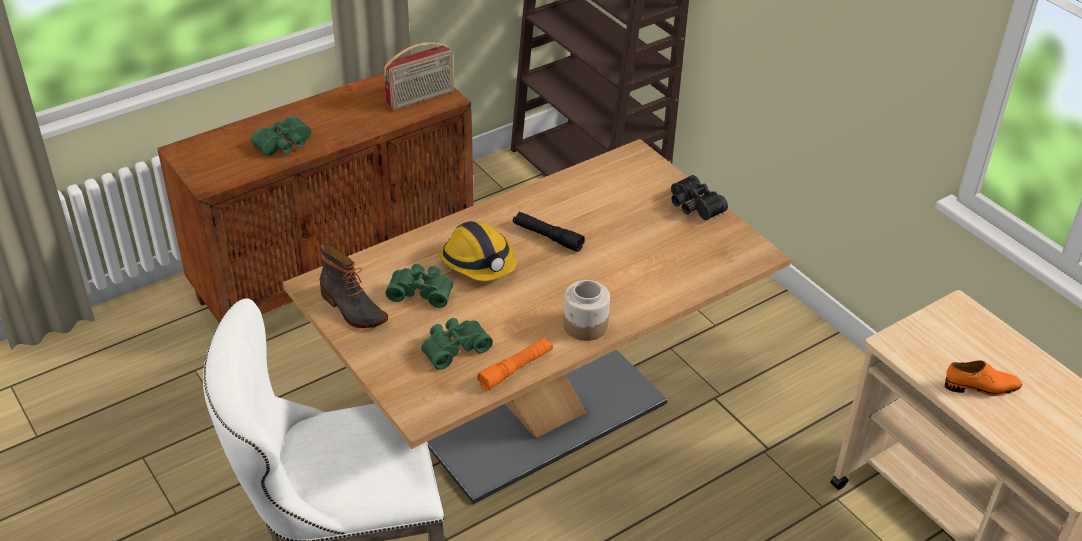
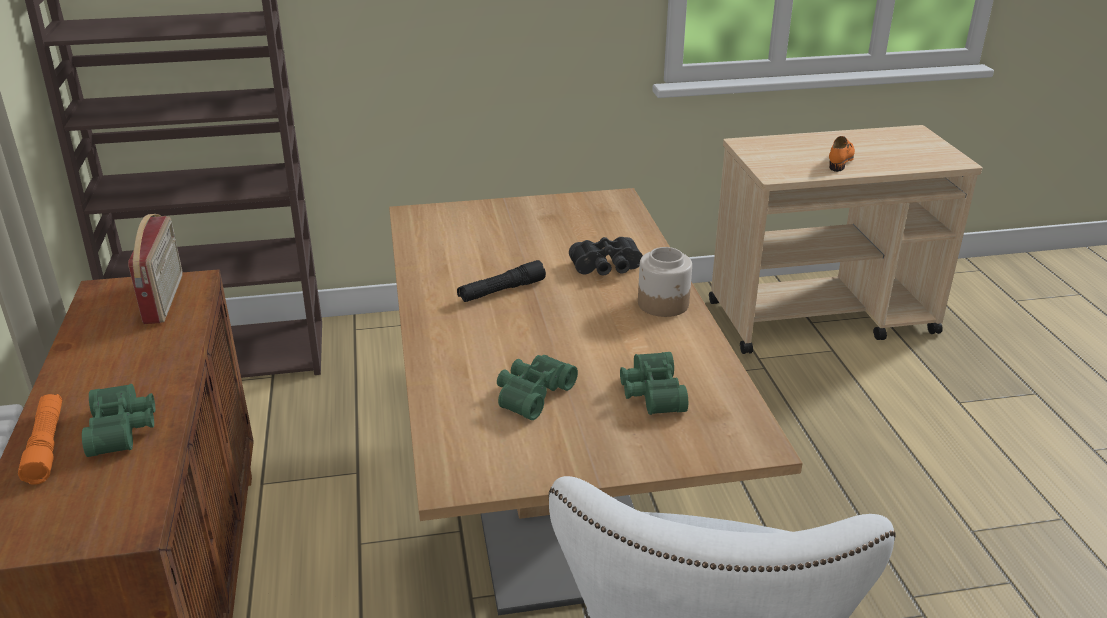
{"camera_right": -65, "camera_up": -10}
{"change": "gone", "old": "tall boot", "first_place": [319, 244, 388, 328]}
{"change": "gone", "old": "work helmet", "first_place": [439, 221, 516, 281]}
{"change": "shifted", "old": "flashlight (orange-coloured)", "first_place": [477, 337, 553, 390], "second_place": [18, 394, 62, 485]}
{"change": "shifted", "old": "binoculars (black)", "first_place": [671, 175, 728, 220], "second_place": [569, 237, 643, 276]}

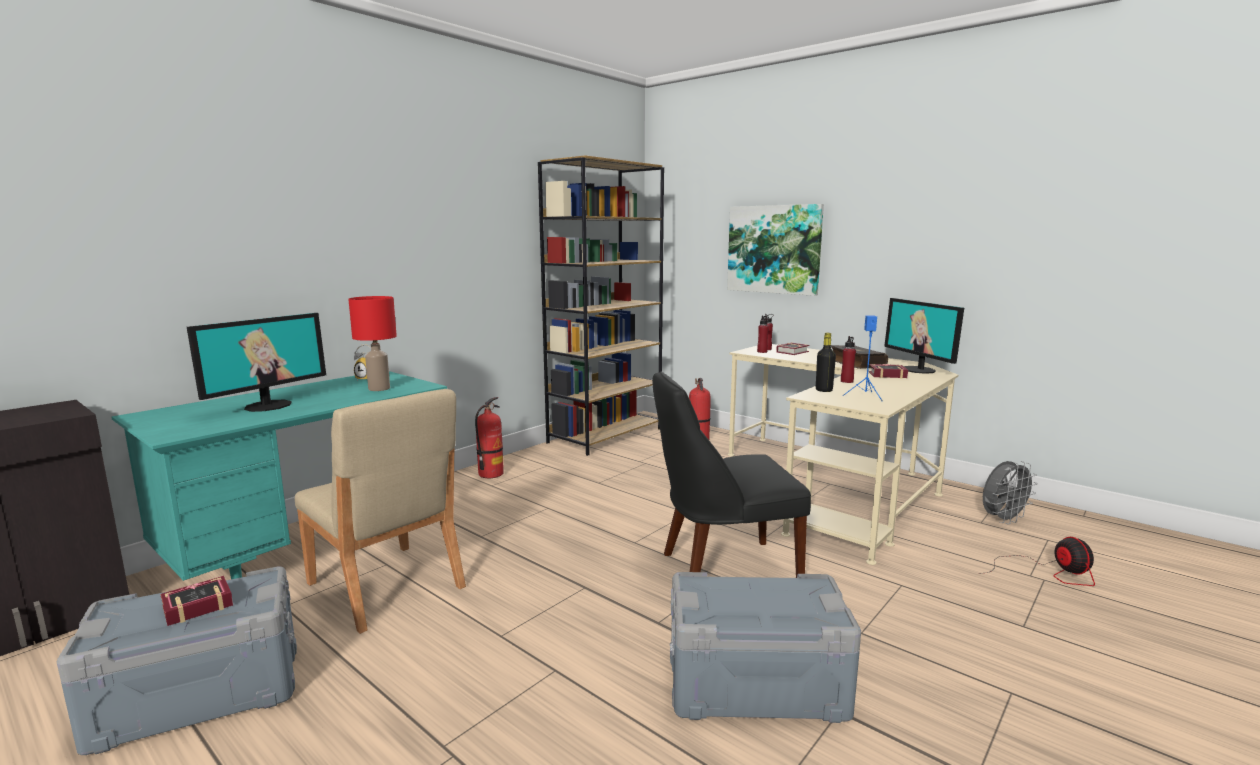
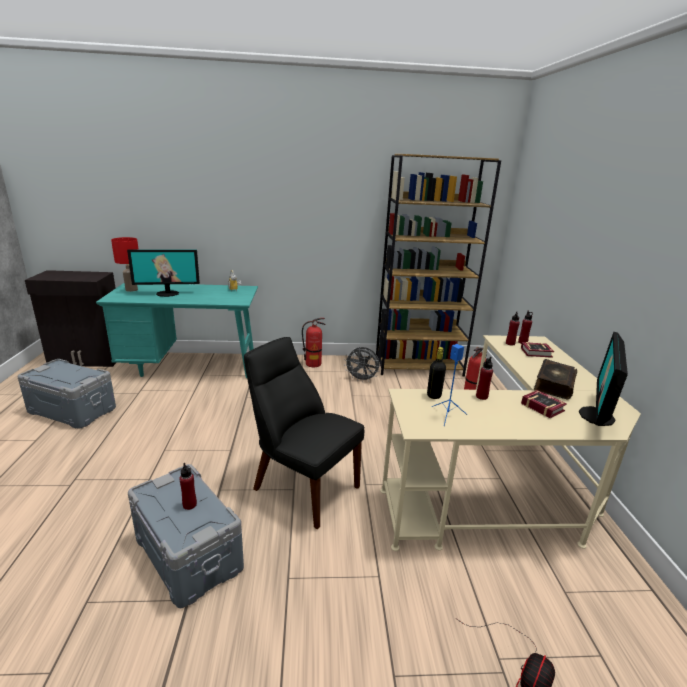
{"camera_right": 45, "camera_up": 10}
{"change": "gone", "old": "volume", "first_place": [160, 576, 233, 626]}
{"change": "gone", "old": "plain chair (beige)", "first_place": [295, 389, 466, 634]}
{"change": "gone", "old": "wall art", "first_place": [727, 204, 824, 296]}
{"change": "new", "new": "bottle (red-coloured)", "second_place": [179, 463, 197, 510]}
{"change": "shifted", "old": "tabletop lamp (red-coloured)", "first_place": [348, 296, 397, 391], "second_place": [111, 237, 138, 292]}
{"change": "shifted", "old": "cooling fan (grey)", "first_place": [983, 461, 1038, 525], "second_place": [344, 347, 380, 382]}

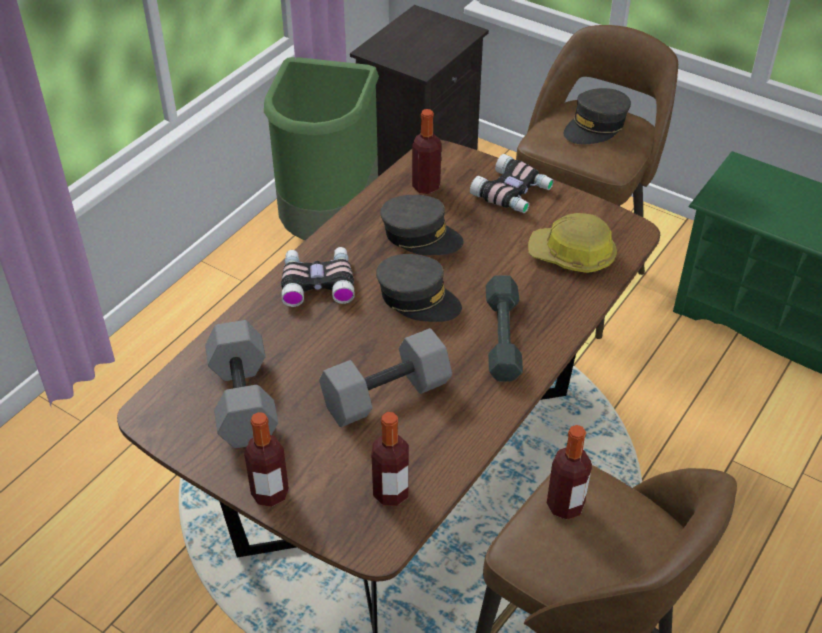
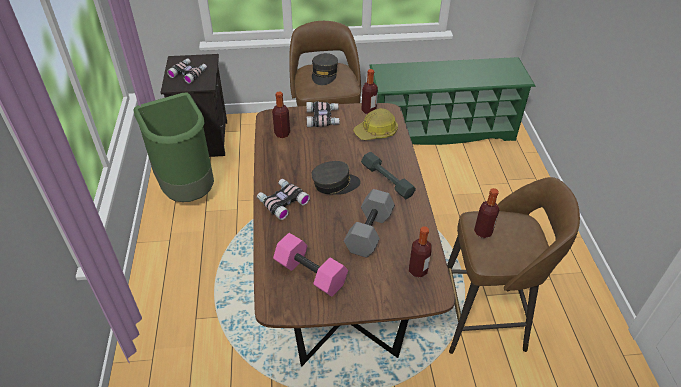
{"camera_right": -40, "camera_up": 0}
{"change": "gone", "old": "peaked cap (grey)", "first_place": [380, 195, 464, 255]}
{"change": "new", "new": "binoculars", "second_place": [167, 58, 207, 84]}
{"change": "shifted", "old": "bottle", "first_place": [244, 412, 289, 507], "second_place": [362, 69, 378, 114]}
{"change": "repainted", "old": "hand weight (grey)", "new": "hand weight (pink-coloured)", "first_place": [205, 320, 278, 448], "second_place": [273, 233, 348, 297]}

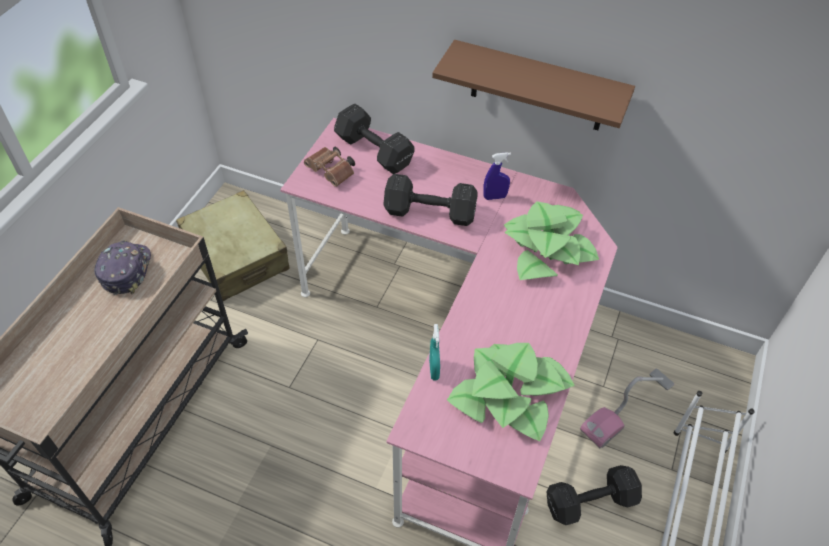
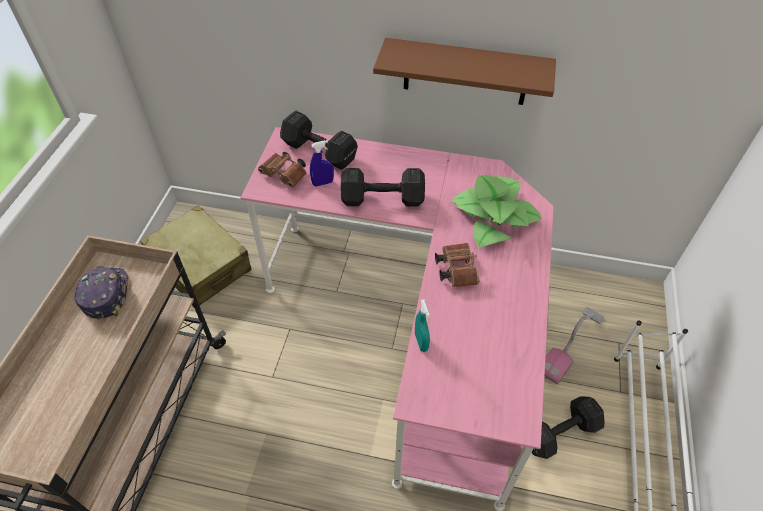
{"camera_right": -10, "camera_up": 0}
{"change": "gone", "old": "potted plant", "first_place": [447, 343, 575, 442]}
{"change": "new", "new": "binoculars (brown-coloured)", "second_place": [435, 243, 479, 287]}
{"change": "shifted", "old": "hand sprayer (blue)", "first_place": [483, 152, 511, 200], "second_place": [310, 140, 334, 186]}

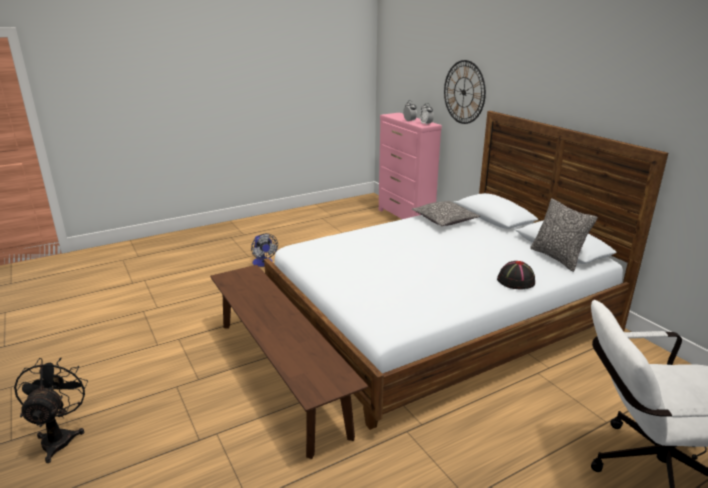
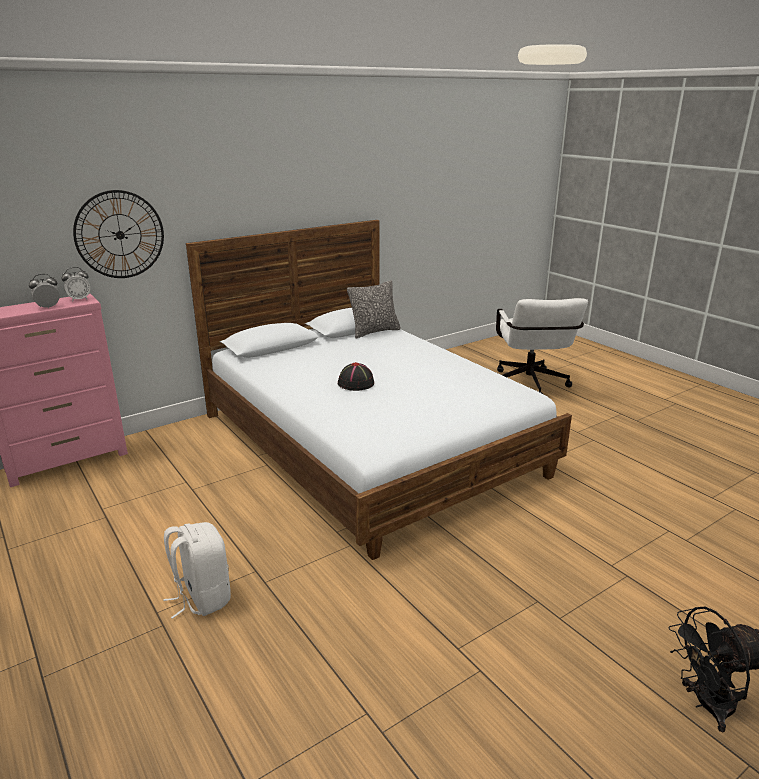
{"camera_right": -95, "camera_up": 0}
{"change": "gone", "old": "bench (brown-coloured)", "first_place": [210, 265, 368, 459]}
{"change": "gone", "old": "pillow", "first_place": [412, 201, 480, 226]}
{"change": "shifted", "old": "wearable hat (black)", "first_place": [497, 261, 535, 289], "second_place": [338, 362, 374, 391]}
{"change": "swapped", "old": "cooling fan", "new": "backpack (white)", "first_place": [251, 233, 278, 267], "second_place": [163, 522, 231, 619]}

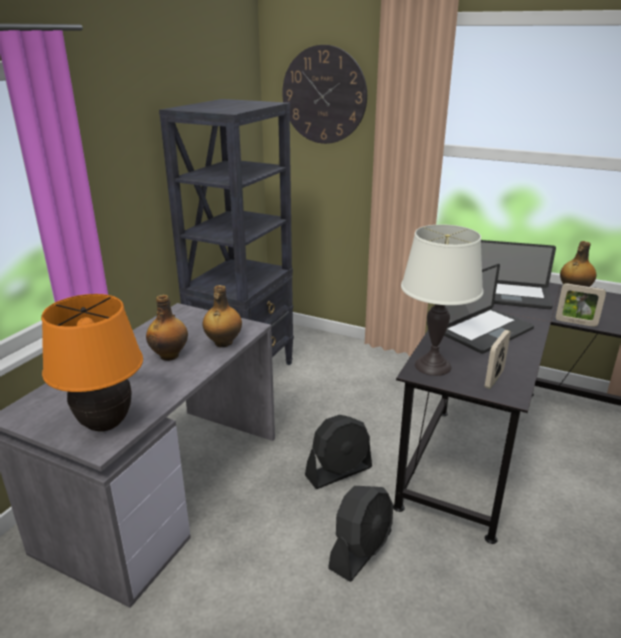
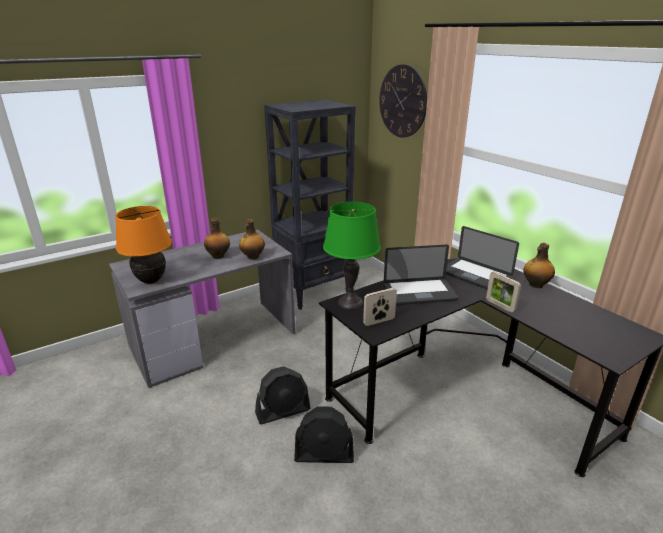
{"camera_right": 30, "camera_up": 0}
{"change": "shifted", "old": "cooling fan (black)", "first_place": [305, 414, 372, 489], "second_place": [294, 406, 354, 463]}
{"change": "repainted", "old": "tabletop lamp (white)", "new": "tabletop lamp (green)", "first_place": [401, 224, 484, 376], "second_place": [323, 202, 381, 310]}

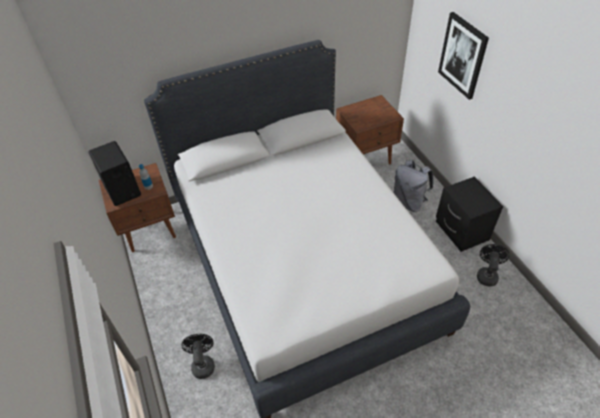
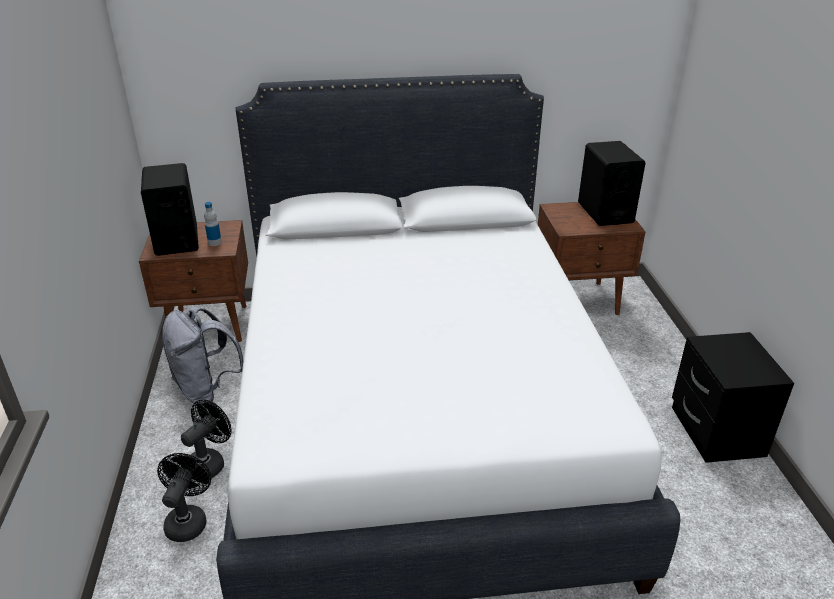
{"camera_right": 15, "camera_up": -15}
{"change": "gone", "old": "wall art", "first_place": [438, 12, 489, 100]}
{"change": "new", "new": "audio speaker (black)", "second_place": [578, 141, 646, 226]}
{"change": "shifted", "old": "backpack (grey)", "first_place": [393, 160, 433, 212], "second_place": [162, 307, 243, 405]}
{"change": "shifted", "old": "cooling fan (black)", "first_place": [477, 244, 510, 287], "second_place": [181, 400, 232, 479]}

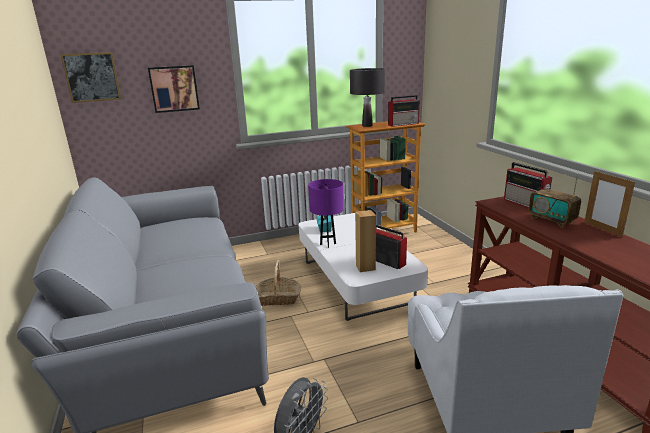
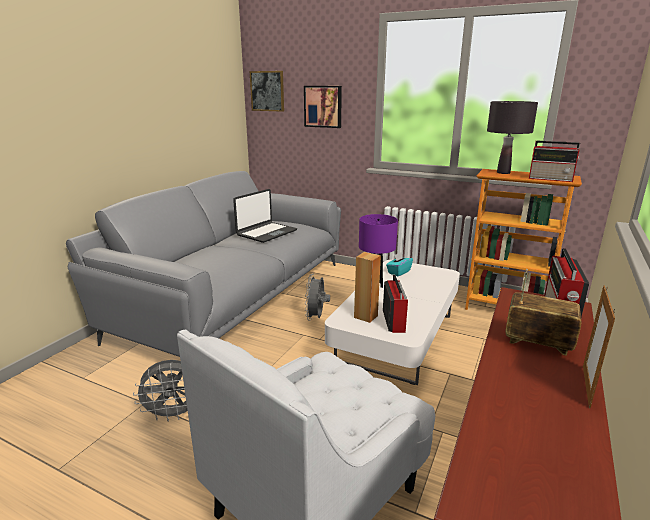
{"camera_right": 45, "camera_up": 0}
{"change": "new", "new": "portable computer", "second_place": [233, 189, 297, 243]}
{"change": "swapped", "old": "household basket", "new": "cooling fan (grey)", "first_place": [255, 260, 301, 306], "second_place": [305, 274, 330, 320]}
{"change": "rotated", "old": "radio", "first_place": [529, 174, 581, 228], "second_place": [505, 269, 581, 356], "degrees": 105}

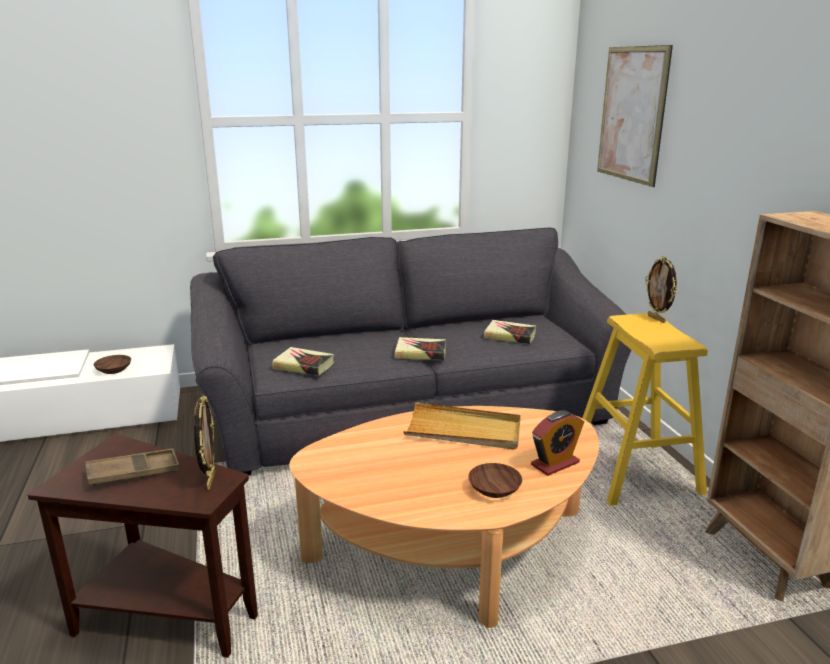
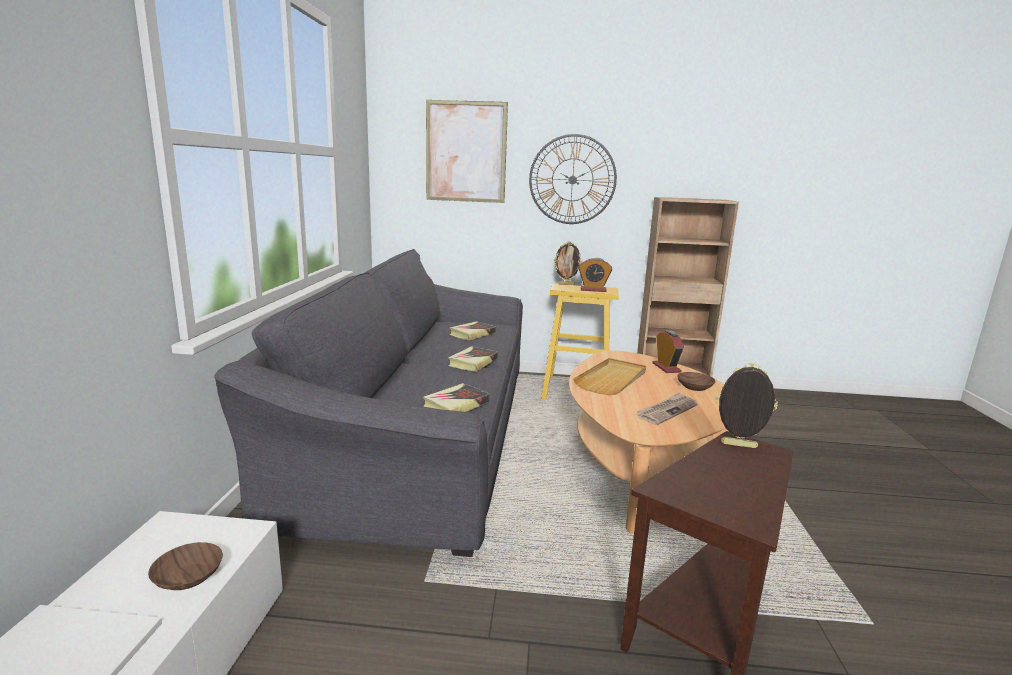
{"camera_right": -70, "camera_up": -5}
{"change": "gone", "old": "serving tray (brown-coloured)", "first_place": [85, 449, 180, 486]}
{"change": "new", "new": "wall clock", "second_place": [529, 134, 617, 224]}
{"change": "new", "new": "alarm clock", "second_place": [578, 257, 612, 292]}
{"change": "new", "new": "daily paper", "second_place": [636, 392, 698, 425]}

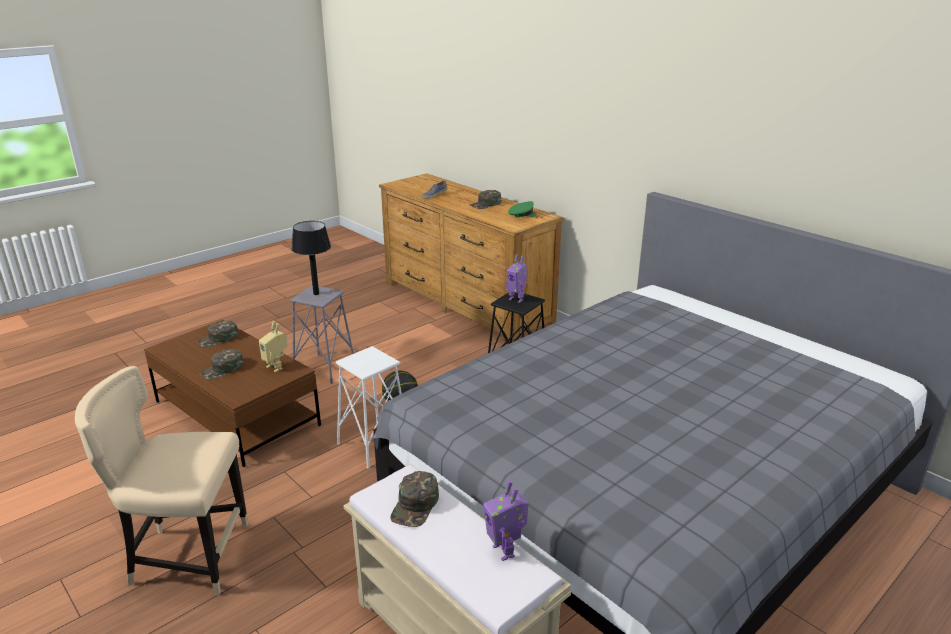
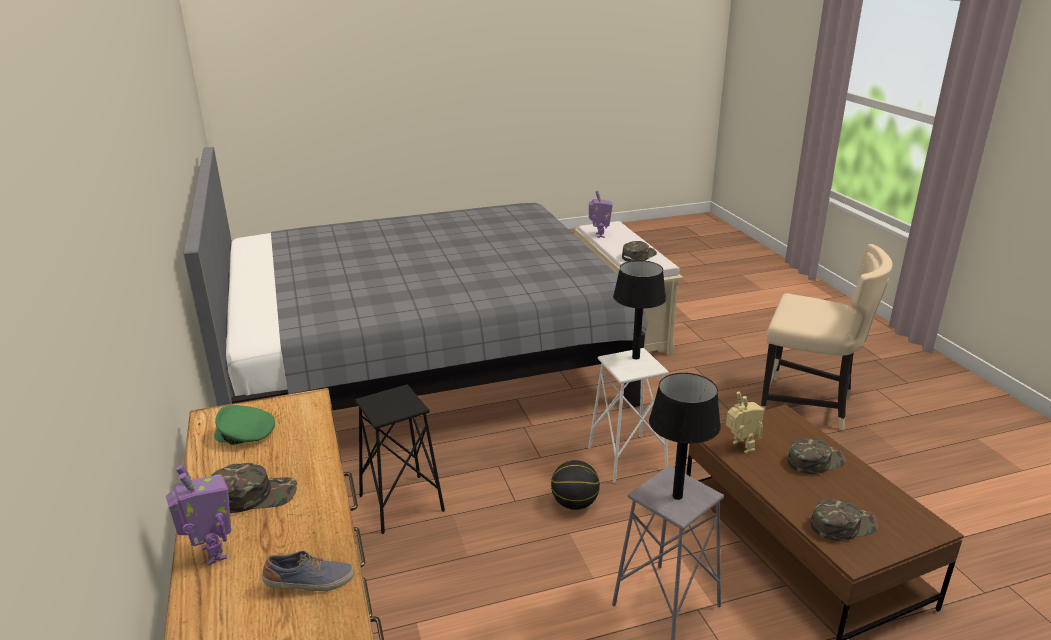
{"camera_right": -155, "camera_up": 0}
{"change": "new", "new": "tabletop lamp (black)", "second_place": [613, 260, 666, 359]}
{"change": "shifted", "old": "toy robot", "first_place": [506, 254, 527, 303], "second_place": [165, 465, 231, 565]}

